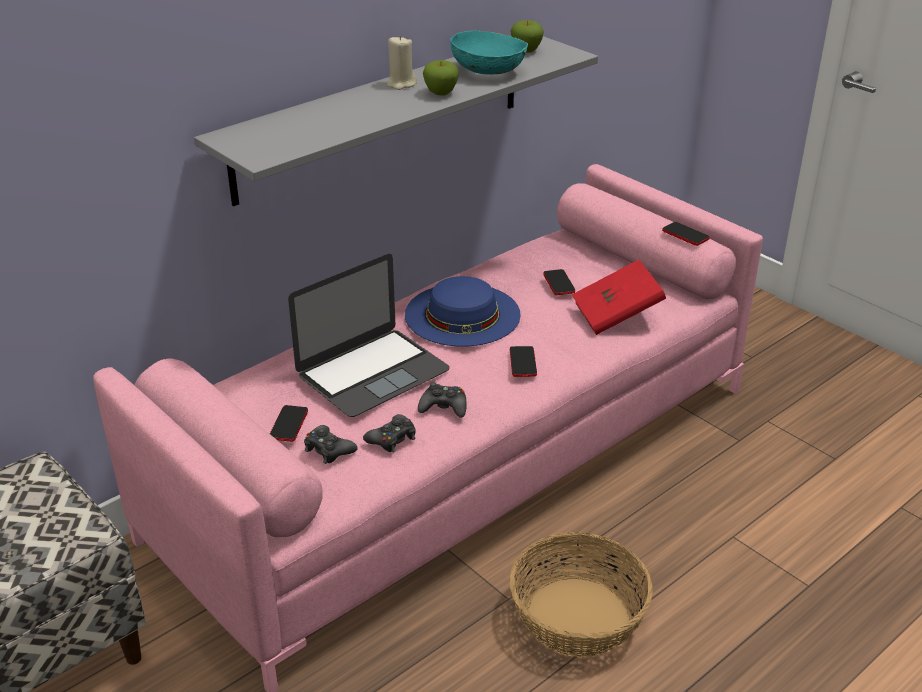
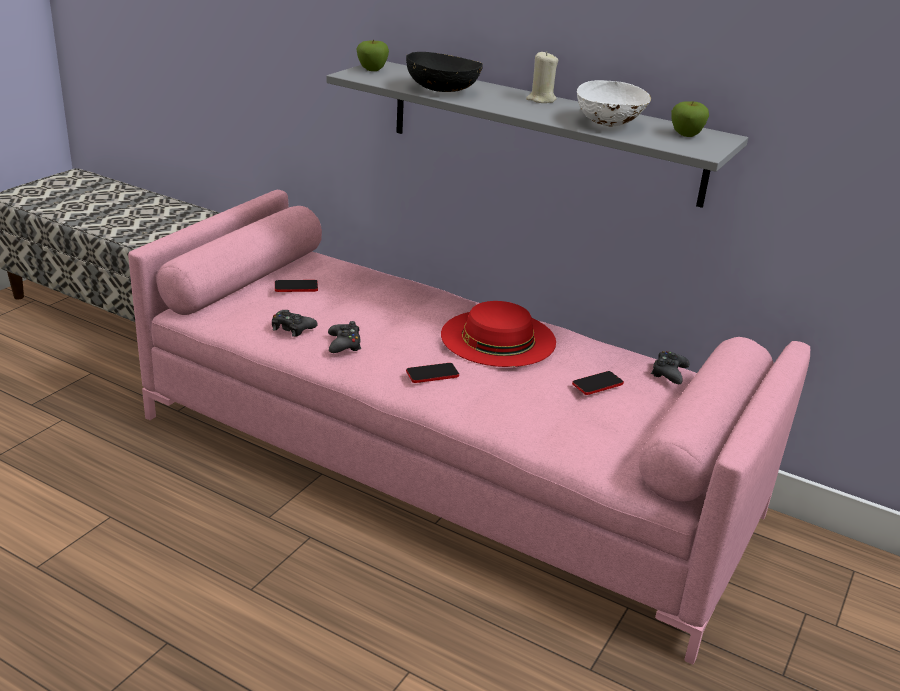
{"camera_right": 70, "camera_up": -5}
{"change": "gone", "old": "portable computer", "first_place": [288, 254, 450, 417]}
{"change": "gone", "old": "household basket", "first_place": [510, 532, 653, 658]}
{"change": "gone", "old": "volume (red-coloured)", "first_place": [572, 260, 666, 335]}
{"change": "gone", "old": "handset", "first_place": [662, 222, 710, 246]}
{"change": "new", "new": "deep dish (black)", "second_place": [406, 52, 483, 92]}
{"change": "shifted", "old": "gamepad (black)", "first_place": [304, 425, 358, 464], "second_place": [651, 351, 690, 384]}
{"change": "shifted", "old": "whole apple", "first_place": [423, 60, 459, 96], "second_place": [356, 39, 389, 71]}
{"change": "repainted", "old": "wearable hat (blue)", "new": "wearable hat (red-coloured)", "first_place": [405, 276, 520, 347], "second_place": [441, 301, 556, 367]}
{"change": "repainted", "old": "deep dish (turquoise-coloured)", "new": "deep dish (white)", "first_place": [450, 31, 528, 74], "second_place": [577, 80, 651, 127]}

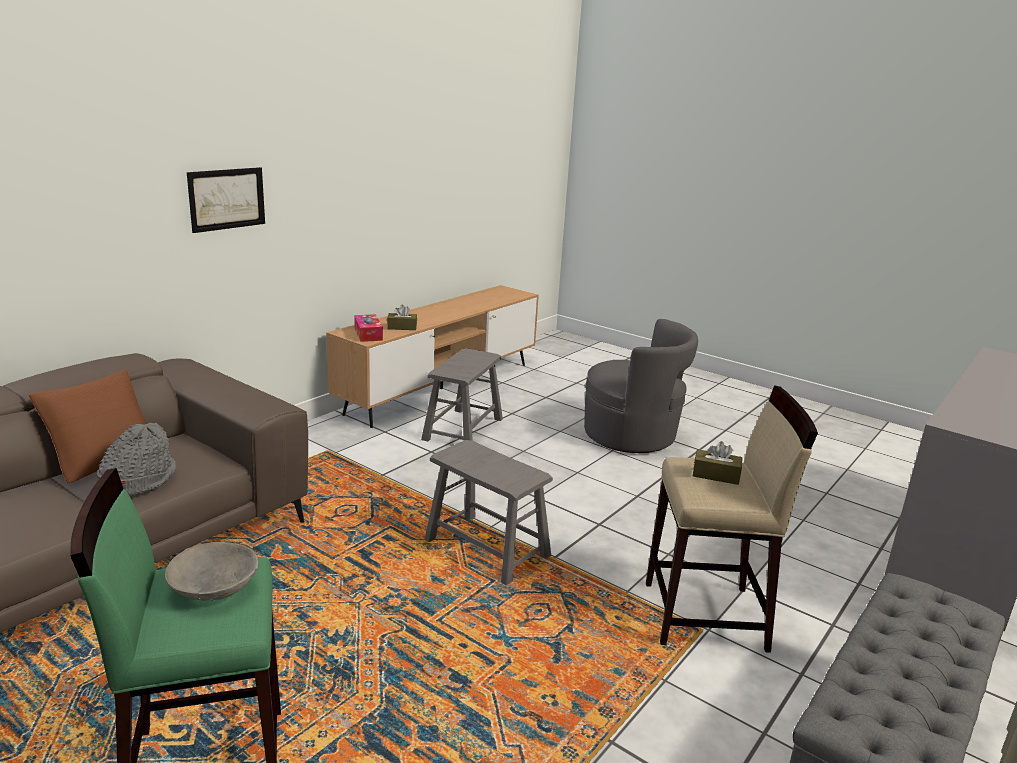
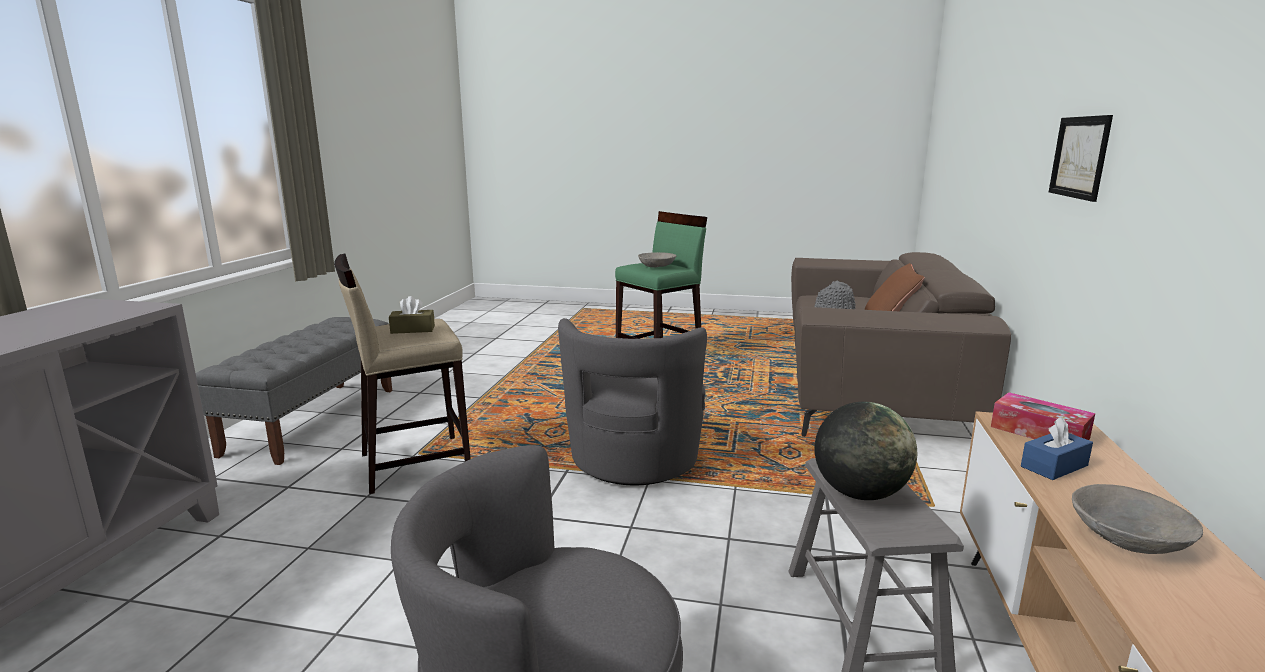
{"camera_right": 155, "camera_up": -5}
{"change": "new", "new": "world globe", "second_place": [814, 402, 917, 500]}
{"change": "new", "new": "deep dish (grey)", "second_place": [1072, 484, 1203, 554]}
{"change": "swapped", "old": "stool (grey)", "new": "armchair (grey)", "first_place": [424, 440, 553, 585], "second_place": [558, 318, 707, 485]}
{"change": "repainted", "old": "tissue box (brown-coloured)", "new": "tissue box (blue)", "first_place": [387, 304, 417, 330], "second_place": [1021, 417, 1093, 480]}

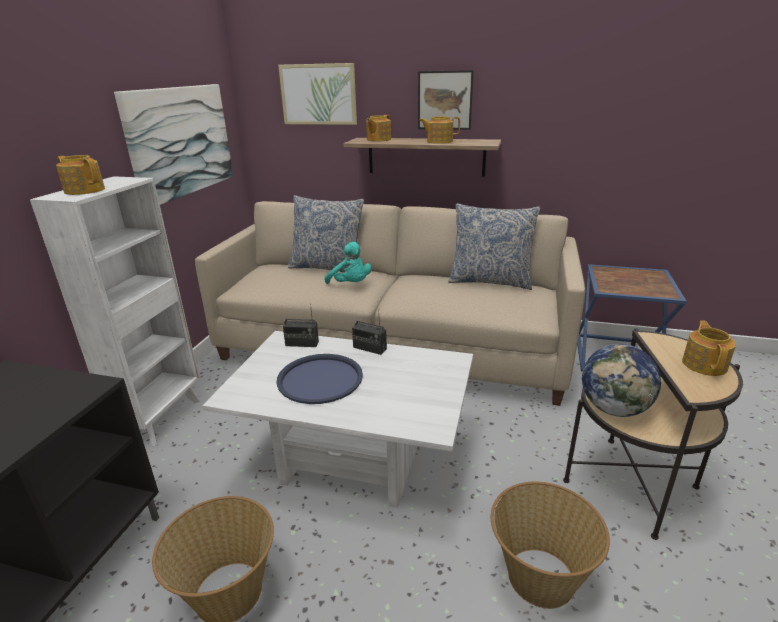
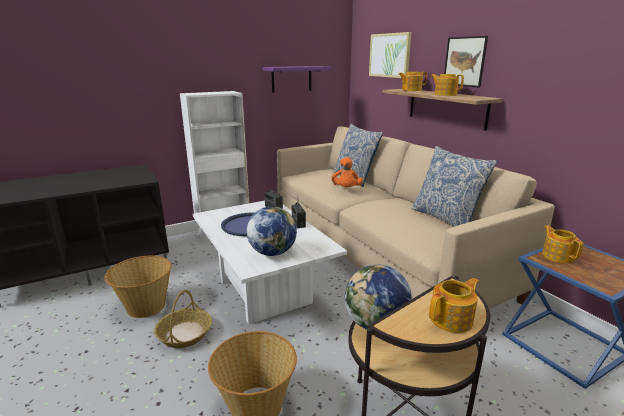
{"camera_right": 45, "camera_up": -5}
{"change": "new", "new": "household basket", "second_place": [154, 290, 212, 348]}
{"change": "new", "new": "world globe", "second_place": [247, 207, 297, 256]}
{"change": "shifted", "old": "teapot", "first_place": [56, 155, 105, 195], "second_place": [542, 225, 583, 263]}
{"change": "swapped", "old": "wall art", "new": "wall shelf (purple-coloured)", "first_place": [114, 84, 233, 205], "second_place": [263, 66, 331, 93]}
{"change": "repainted", "old": "plush toy (turquoise-coloured)", "new": "plush toy (orange-coloured)", "first_place": [325, 242, 371, 284], "second_place": [331, 157, 363, 187]}

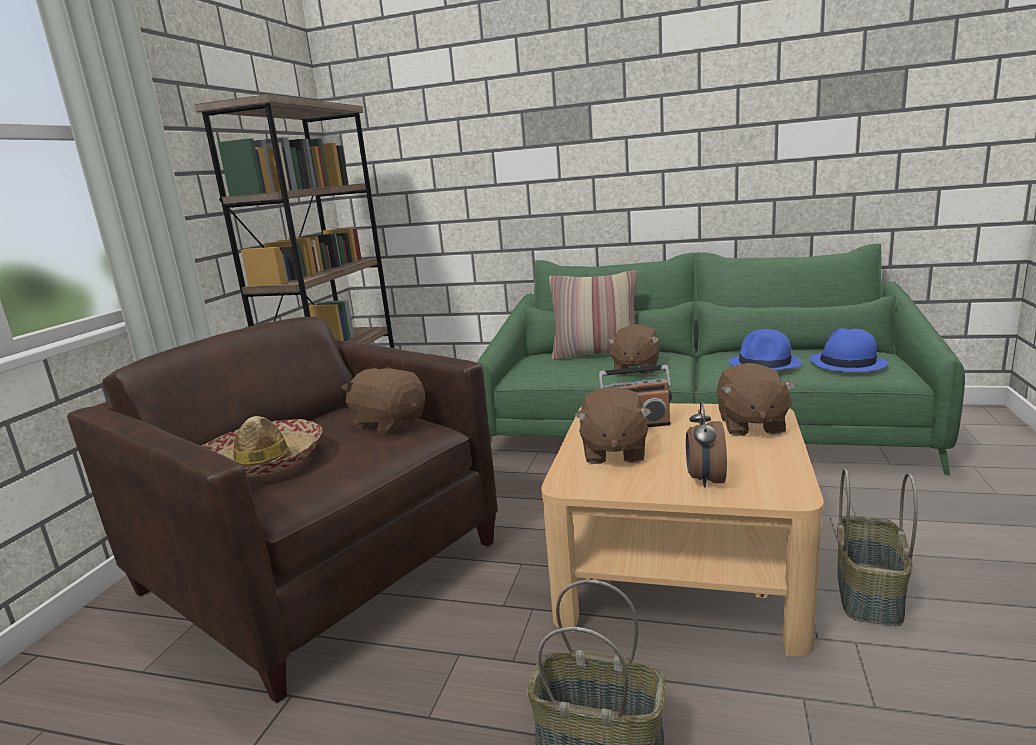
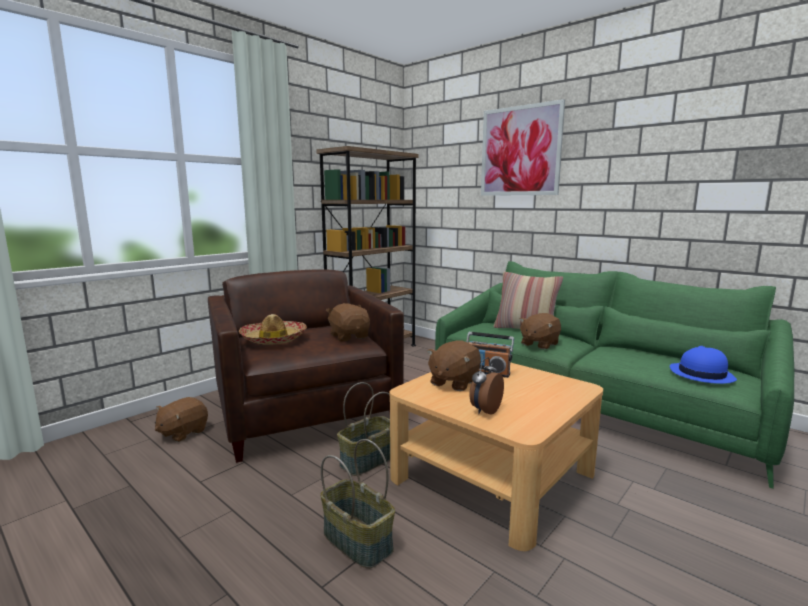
{"camera_right": 25, "camera_up": -5}
{"change": "gone", "old": "wearable hat (blue)", "first_place": [729, 329, 802, 370]}
{"change": "new", "new": "wall art", "second_place": [481, 99, 565, 196]}
{"change": "shifted", "old": "plush toy (brown-coloured)", "first_place": [717, 363, 796, 436], "second_place": [155, 397, 208, 442]}
{"change": "shifted", "old": "household basket", "first_place": [837, 468, 918, 626], "second_place": [337, 382, 390, 476]}

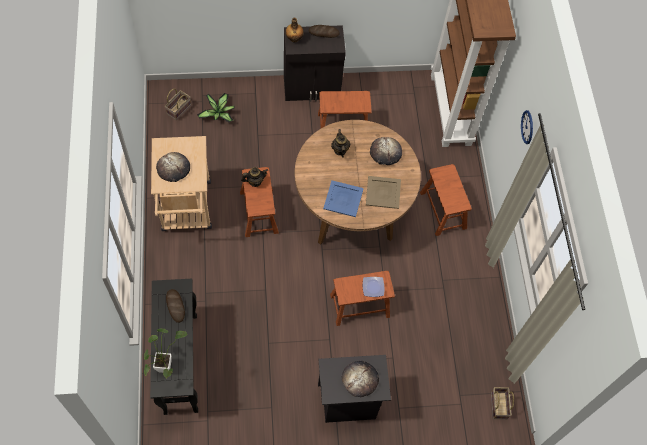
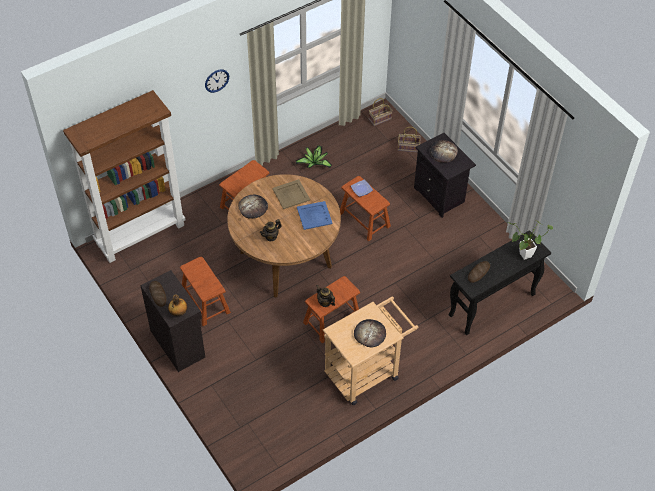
{"camera_right": -115, "camera_up": -10}
{"change": "shifted", "old": "household basket", "first_place": [165, 89, 191, 120], "second_place": [398, 127, 421, 152]}
{"change": "shifted", "old": "potted plant", "first_place": [197, 93, 235, 123], "second_place": [296, 145, 332, 168]}

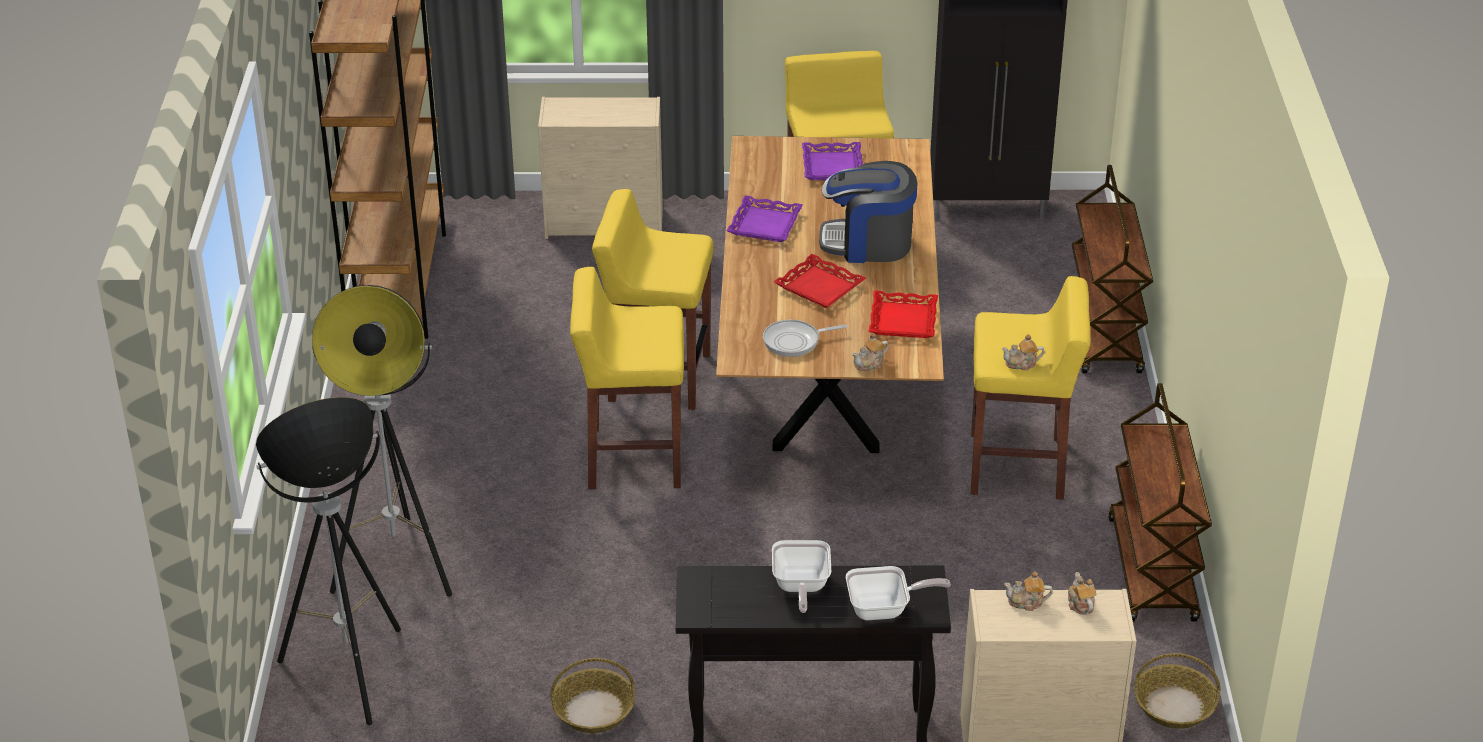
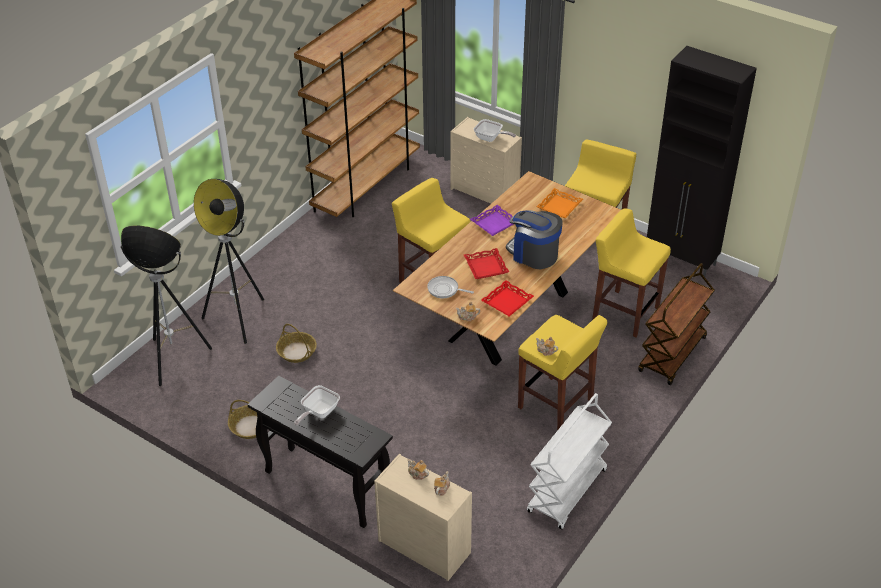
{"camera_right": 35, "camera_up": 5}
{"change": "shifted", "old": "stool (yellow-coloured)", "first_place": [570, 267, 684, 489], "second_place": [592, 208, 671, 338]}
{"change": "shifted", "old": "frying pan", "first_place": [846, 566, 951, 620], "second_place": [474, 119, 516, 142]}
{"change": "shifted", "old": "household basket", "first_place": [1134, 653, 1221, 729], "second_place": [276, 324, 317, 363]}
{"change": "repainted", "old": "serving tray (purple-coloured)", "new": "serving tray (orange-coloured)", "first_place": [802, 142, 863, 180], "second_place": [536, 188, 583, 218]}
{"change": "repainted", "old": "trolley (brown-coloured)", "new": "trolley (white)", "first_place": [1108, 383, 1212, 622], "second_place": [527, 393, 612, 530]}

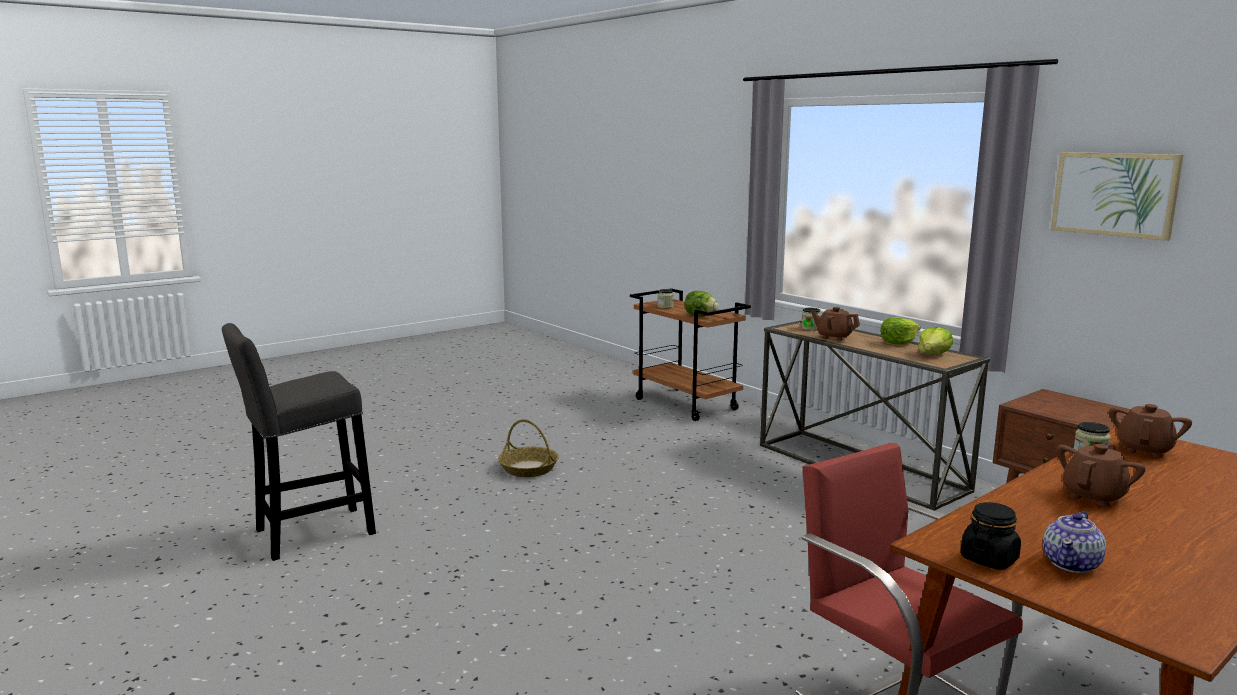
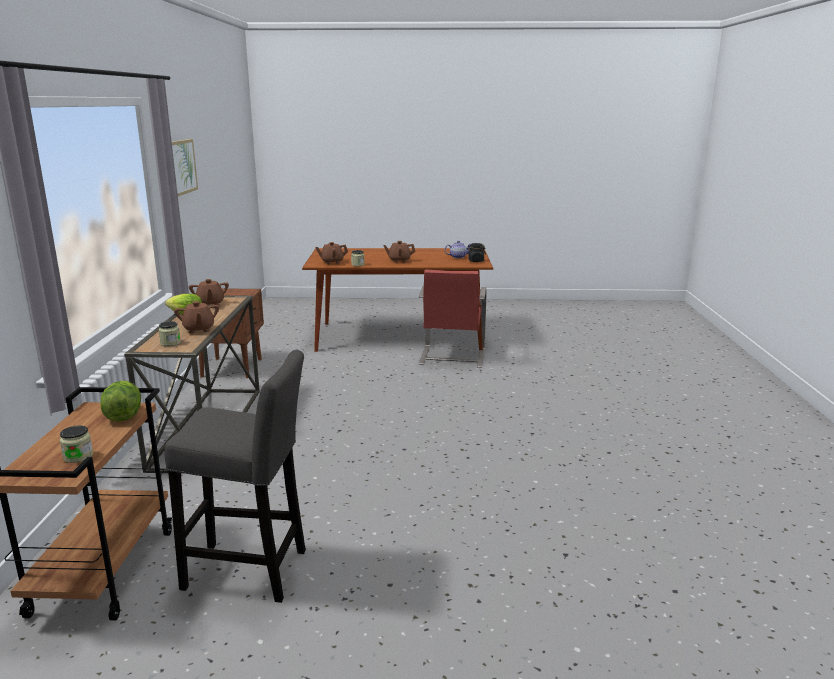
{"camera_right": -140, "camera_up": 5}
{"change": "gone", "old": "household basket", "first_place": [498, 419, 559, 477]}
{"change": "shifted", "old": "stool (grey)", "first_place": [222, 323, 376, 561], "second_place": [164, 350, 306, 603]}
{"change": "swapped", "old": "head of lettuce", "new": "teapot (brown-coloured)", "first_place": [918, 327, 953, 354], "second_place": [189, 279, 229, 306]}

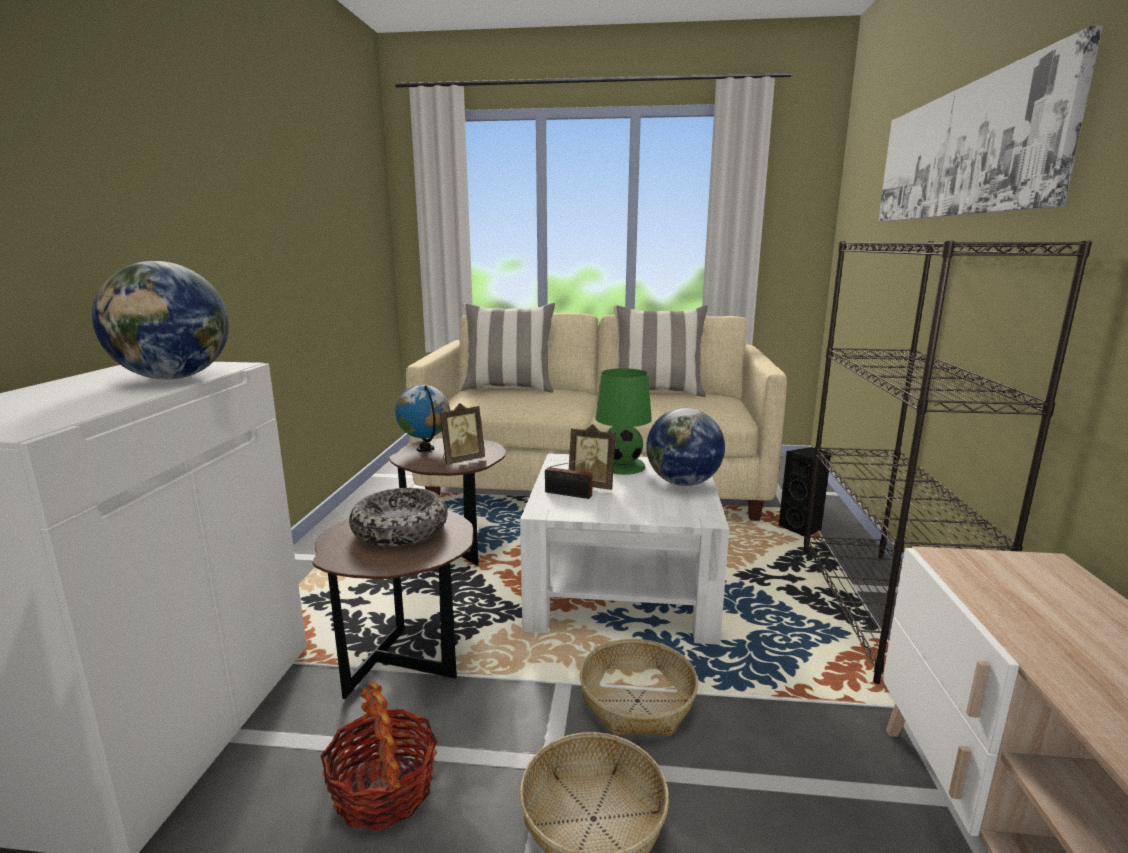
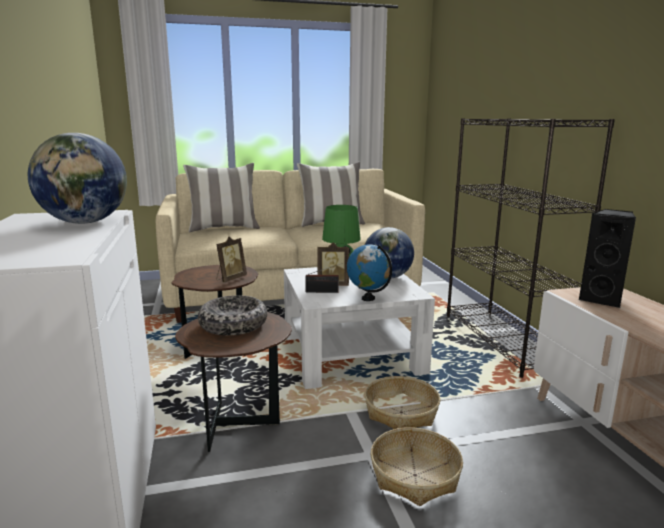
{"camera_right": -20, "camera_up": 0}
{"change": "gone", "old": "household basket", "first_place": [320, 682, 438, 831]}
{"change": "gone", "old": "wall art", "first_place": [878, 26, 1103, 222]}
{"change": "shifted", "old": "world globe", "first_place": [395, 385, 450, 452], "second_place": [347, 244, 392, 301]}
{"change": "shifted", "old": "audio speaker (black)", "first_place": [778, 447, 831, 536], "second_place": [579, 209, 636, 308]}

